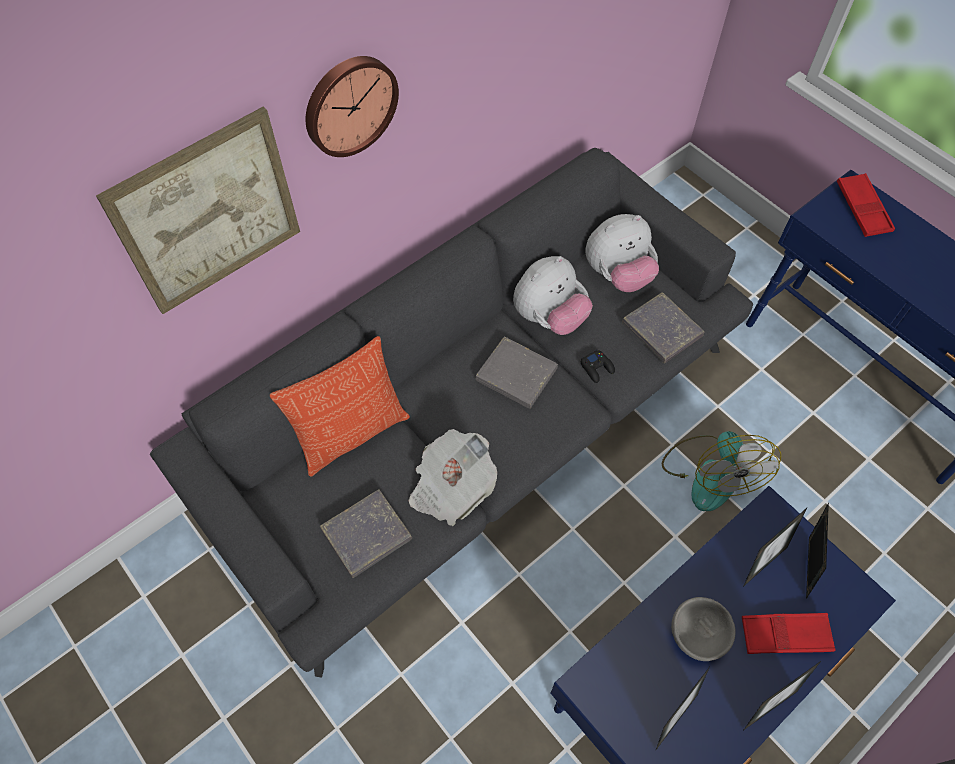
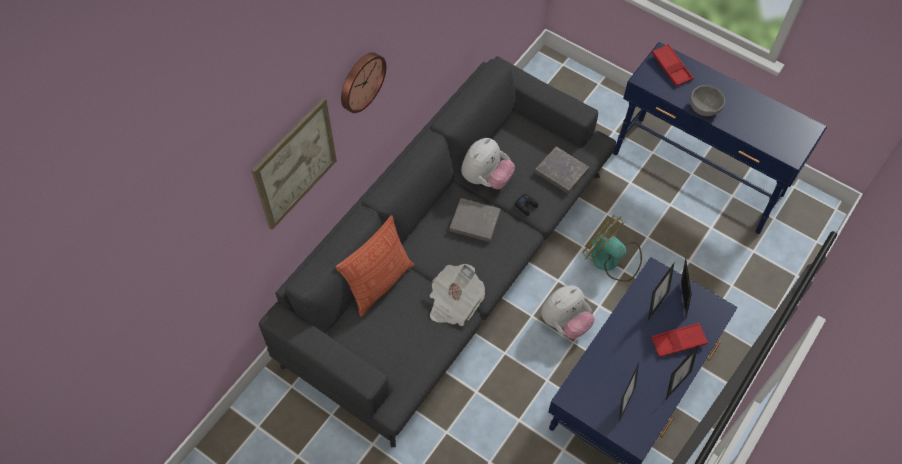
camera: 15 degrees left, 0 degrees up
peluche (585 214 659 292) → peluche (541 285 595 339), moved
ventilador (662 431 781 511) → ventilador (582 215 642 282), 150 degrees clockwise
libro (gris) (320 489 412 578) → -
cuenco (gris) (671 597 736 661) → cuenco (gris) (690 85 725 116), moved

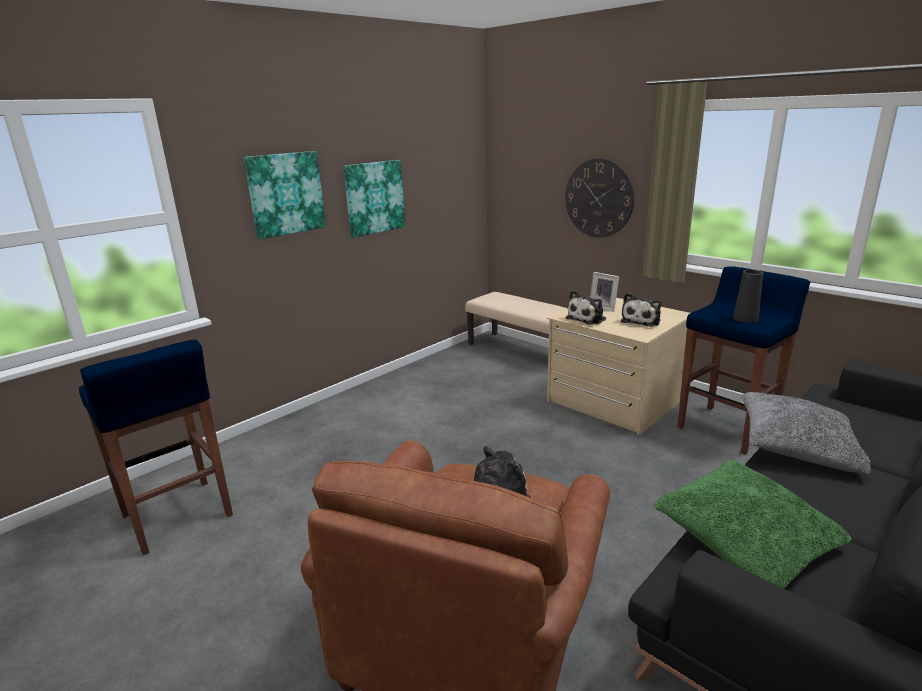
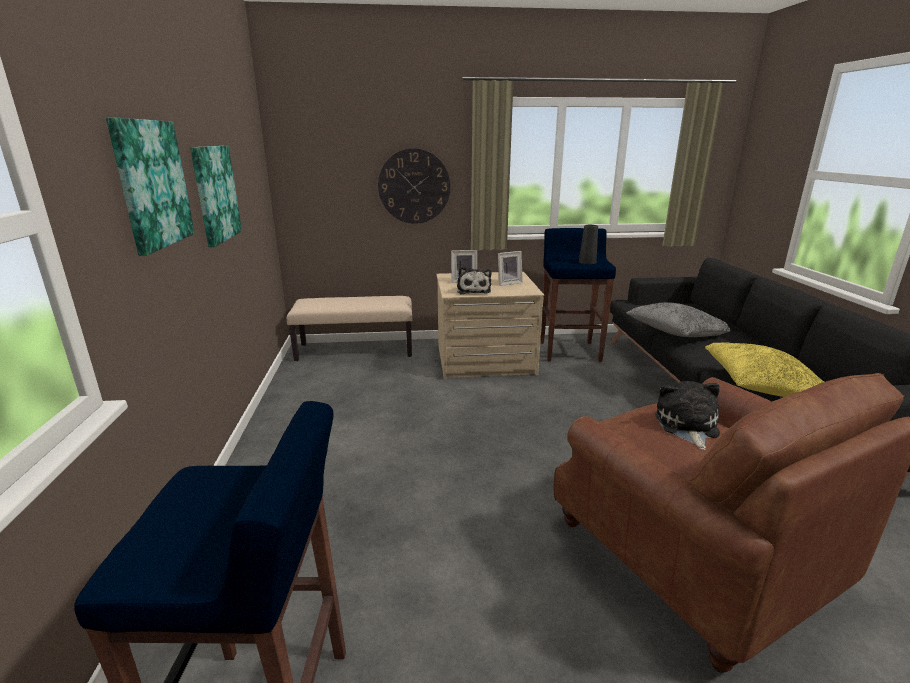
camera: 50 degrees left, 0 degrees up
peluche (621 293 662 327) → portarretratos (498 251 523 286)
cojín (verde) (654 460 852 589) → cojín (amarillo) (705 342 824 397)

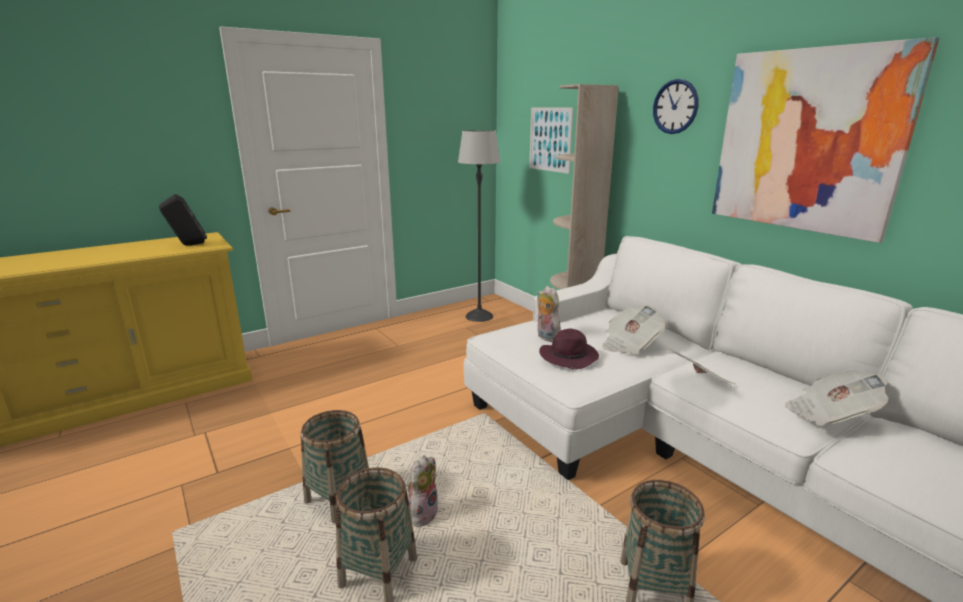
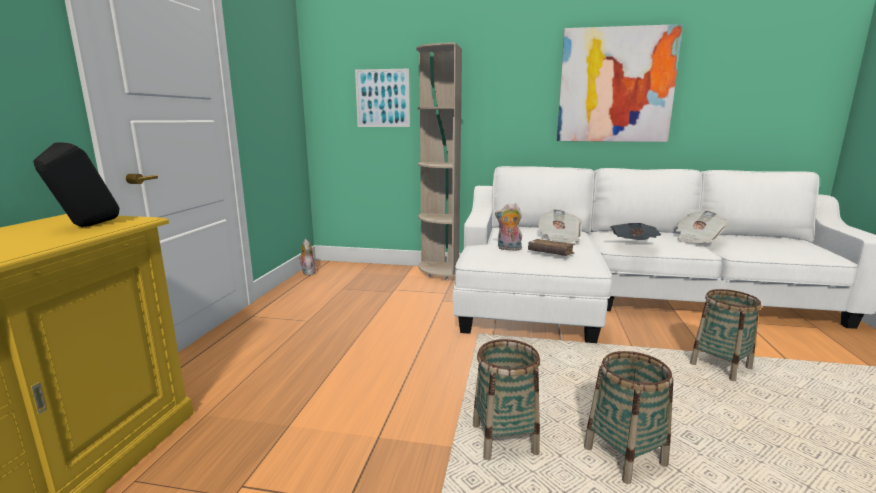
camera: 45 degrees left, 5 degrees down
reloj de pared (653 79 699 134) → -
lámpara de pie (458 130 500 322) → -
sombrero (morado) (539 329 599 369) → libro (marrón) (528 239 575 256)
peluche (407 455 438 527) → peluche (298 239 316 275), moved

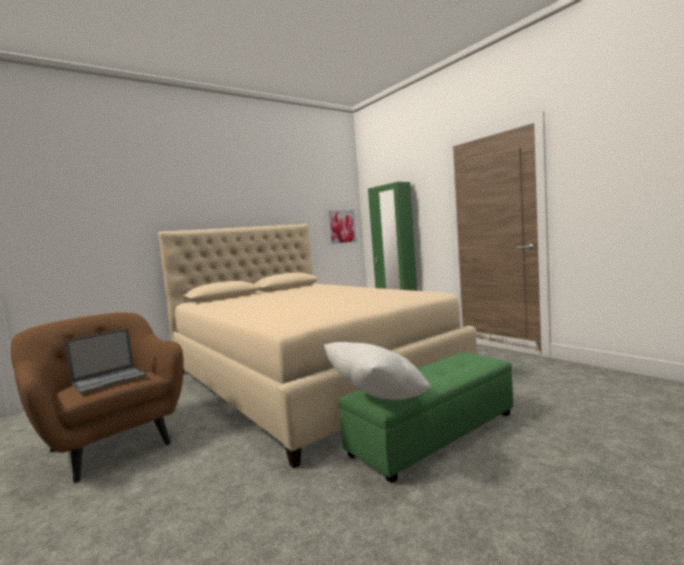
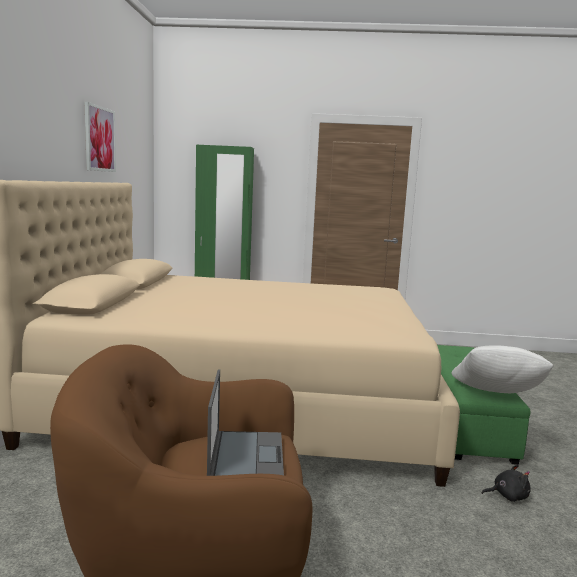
camera: 50 degrees left, 5 degrees up
cuadro (326 209 358 246) → cuadro (85 102 116 172), moved
- → peluche (negro) (482 464 531 502)

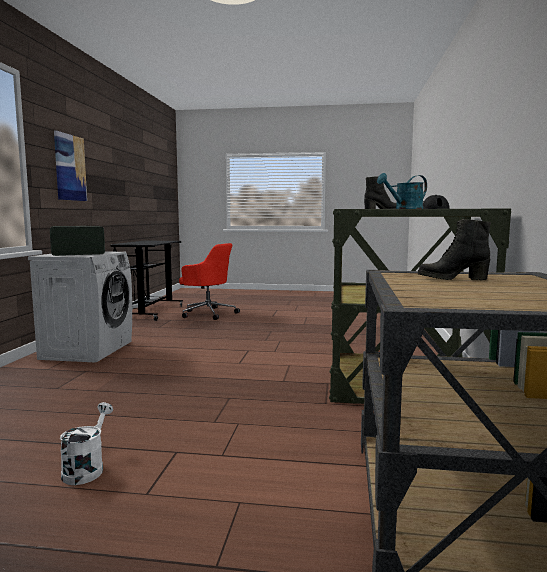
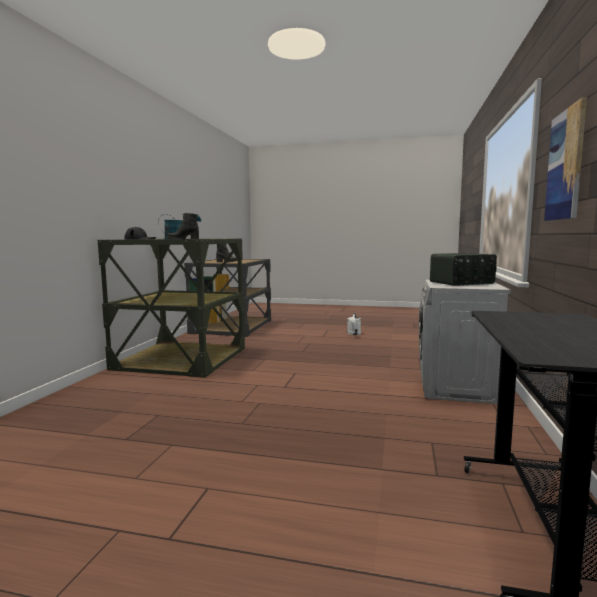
camera: 175 degrees left, 0 degrees up
silla de oficina (rojo) (179 243 240 320) → -

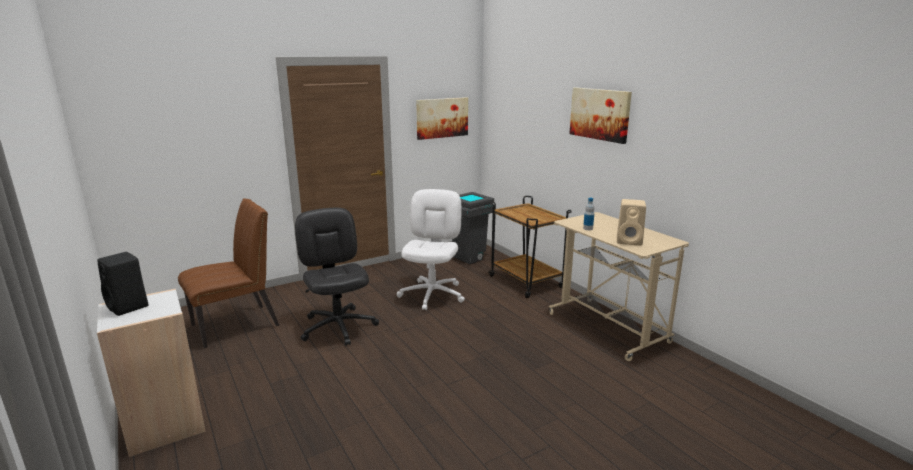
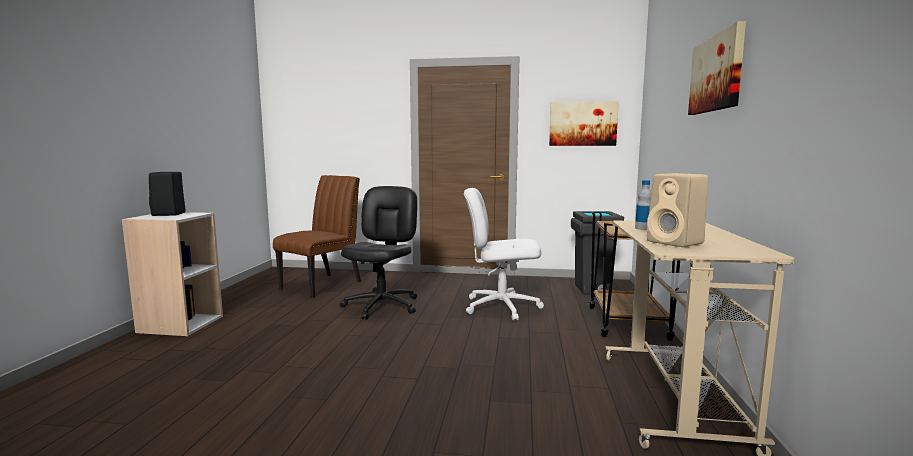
camera: 40 degrees right, 10 degrees down
silla de oficina (blanco) (397 189 465 310) → silla de oficina (blanco) (464 188 544 321), 135 degrees counterclockwise
silla (marrón) (178 198 279 348) → silla (marrón) (273 175 361 298), 60 degrees counterclockwise

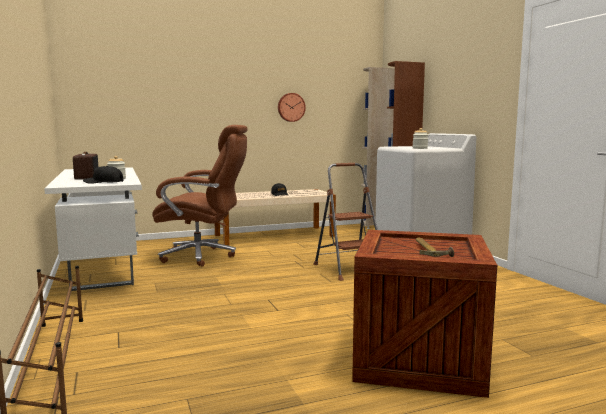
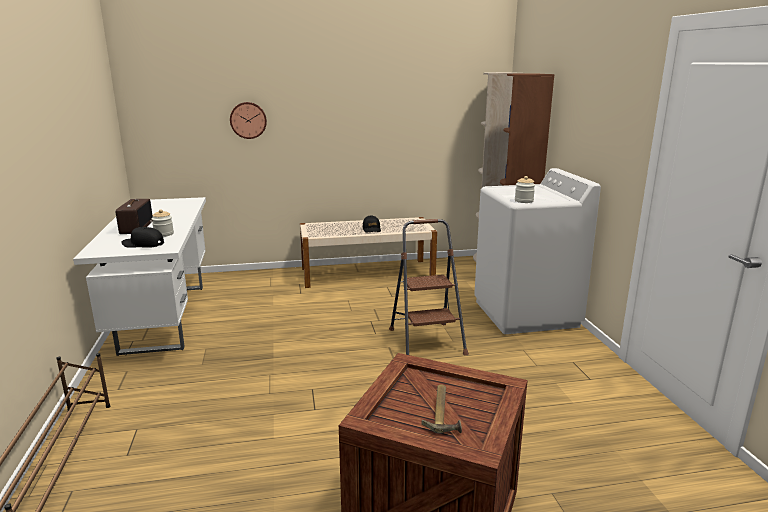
camera: 10 degrees right, 10 degrees up
reloj de pared (278 93 306 122) → reloj de pared (230 102 267 139), moved
silla de oficina (marrón) (152 125 247 267) → -

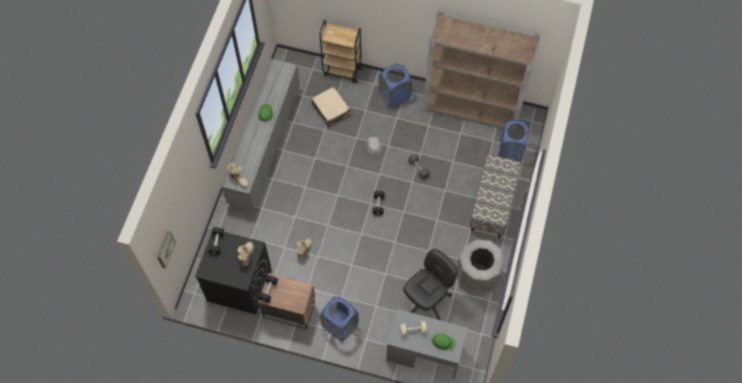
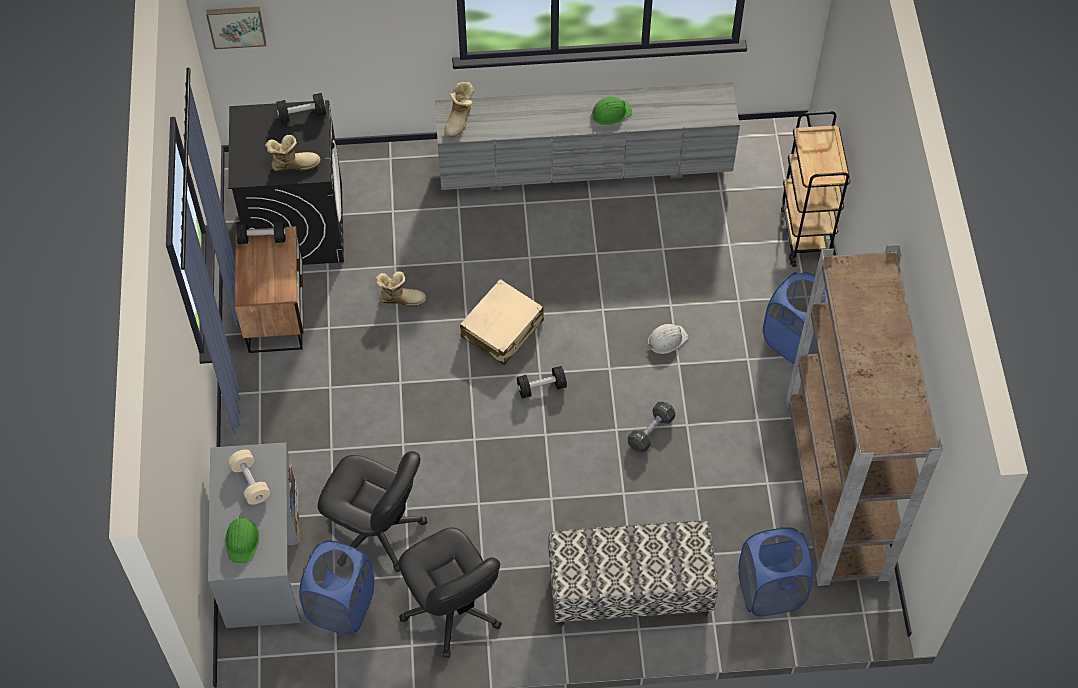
camera: 70 degrees right, 5 degrees down
maleta (beis) (312 86 350 127) → maleta (beis) (460 279 544 365), moved
papelera (gris) (457 239 505 296) → silla de oficina (negro) (398 528 502 657)
cesto de la ropa (azul) (320 297 359 341) → cesto de la ropa (azul) (299 540 375 635), moved

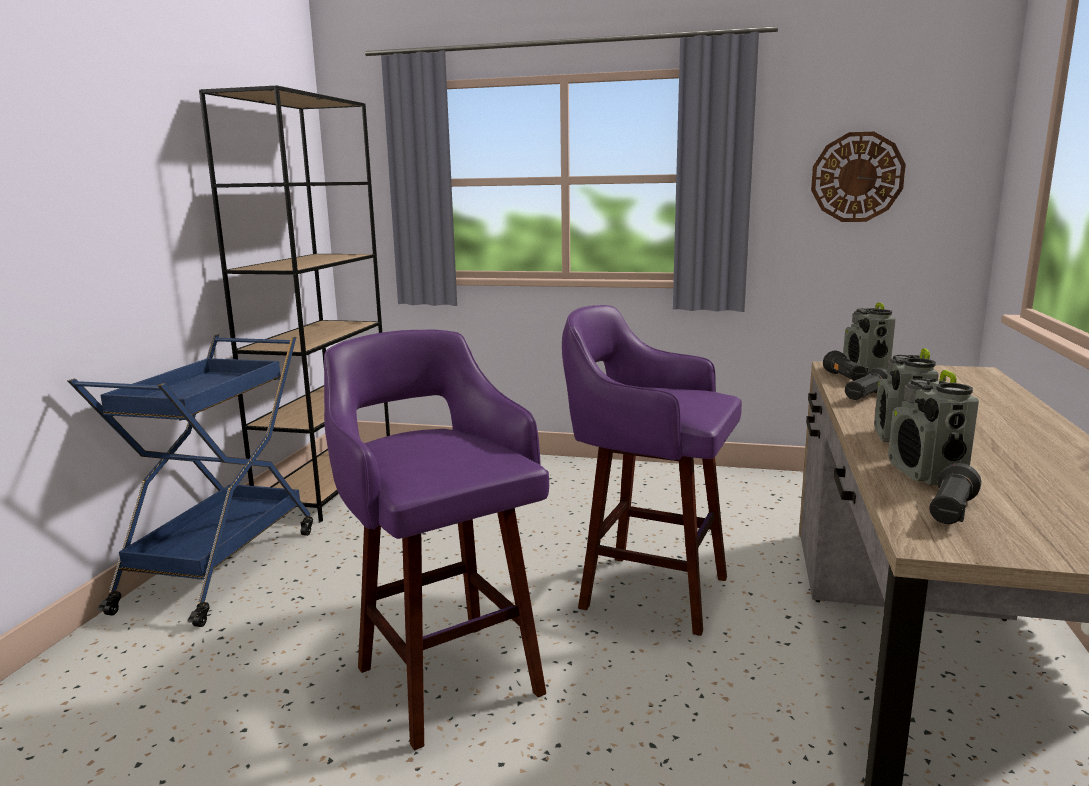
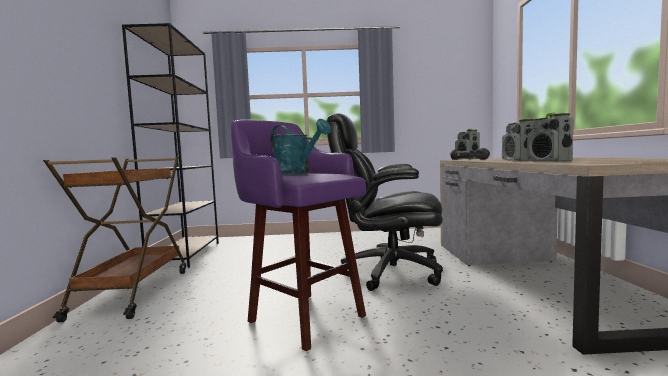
camera: 15 degrees left, 10 degrees down
reloj de pared (811 132 906 222) → -
taburete (morado) (562 305 742 636) → silla de oficina (negro) (327 113 443 291)
carrito (azul) (67 334 313 627) → carrito (marrón) (43 157 186 322)
linterna (negro) (929 463 981 524) → -
- → regadera (turquesa) (270 119 331 175)

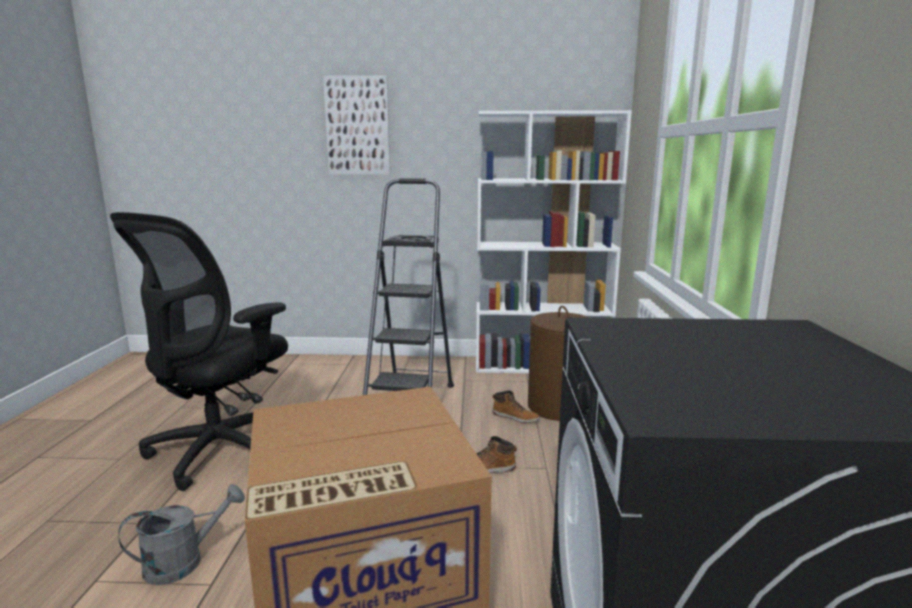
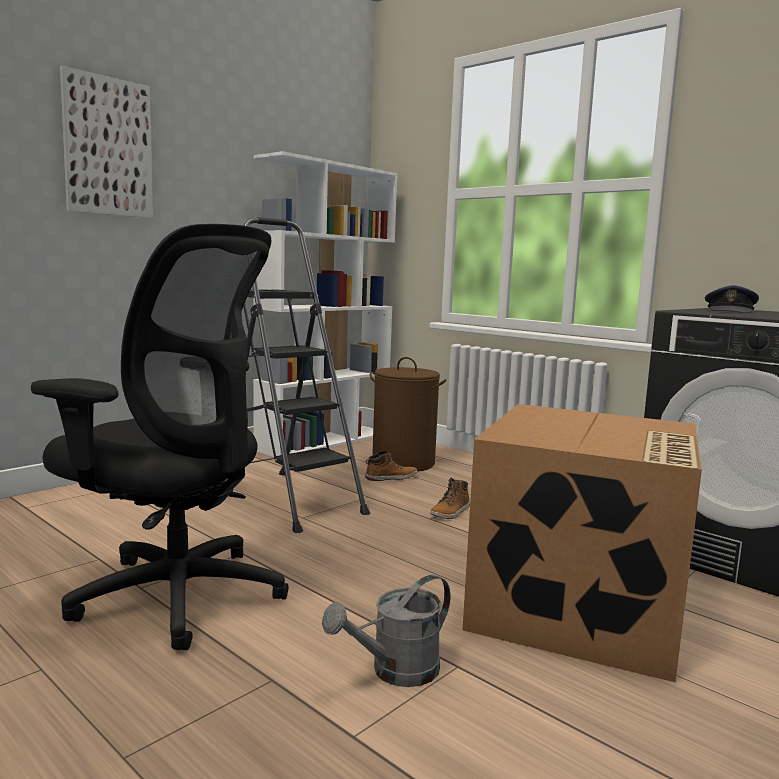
camera: 50 degrees left, 5 degrees down
silla de oficina (negro) (110 212 288 491) → silla de oficina (negro) (31 224 289 650), 45 degrees counterclockwise
regadera (gris) (118 484 245 585) → regadera (gris) (322 574 450 687), 135 degrees counterclockwise
- → gorra (gris) (705 285 759 313)

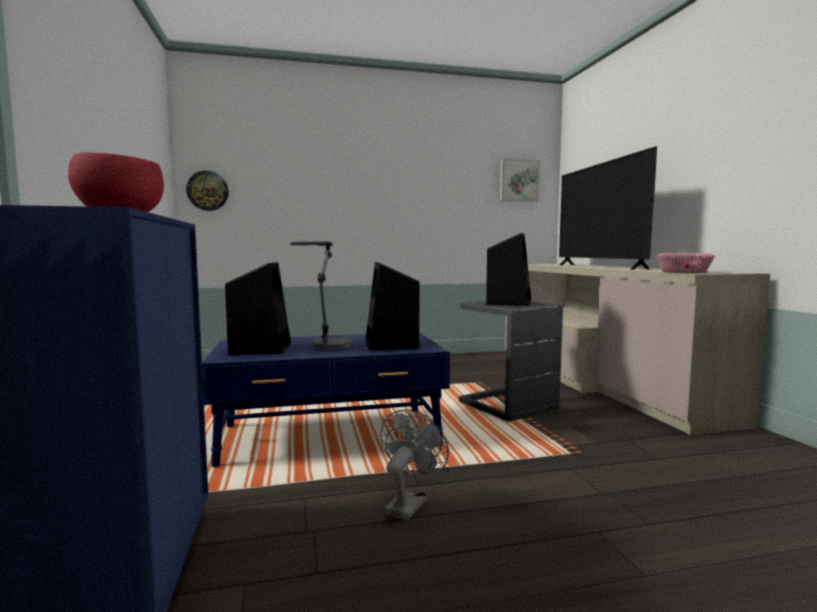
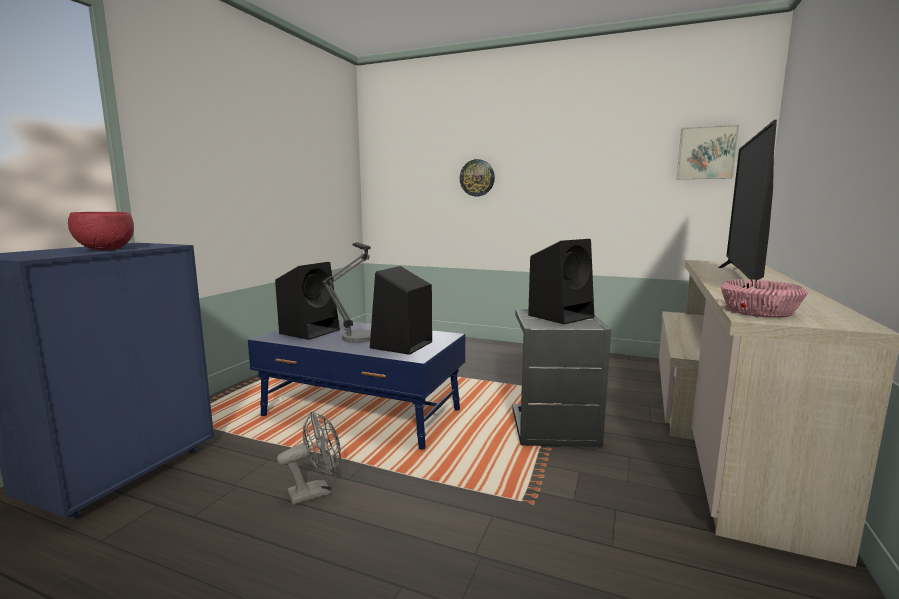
camera: 35 degrees right, 5 degrees up
reloj de pared (186 171 229 211) → reloj de pared (460 159 495 196), moved

